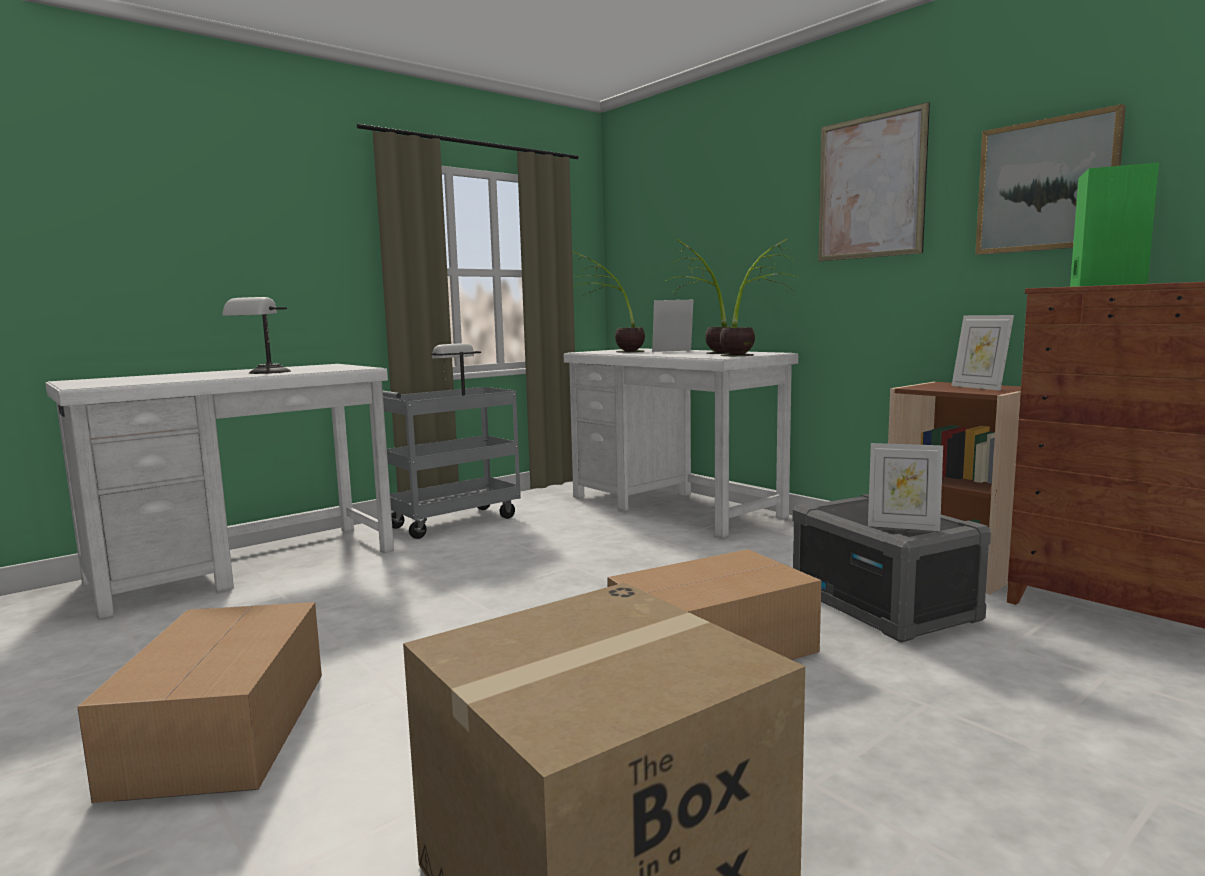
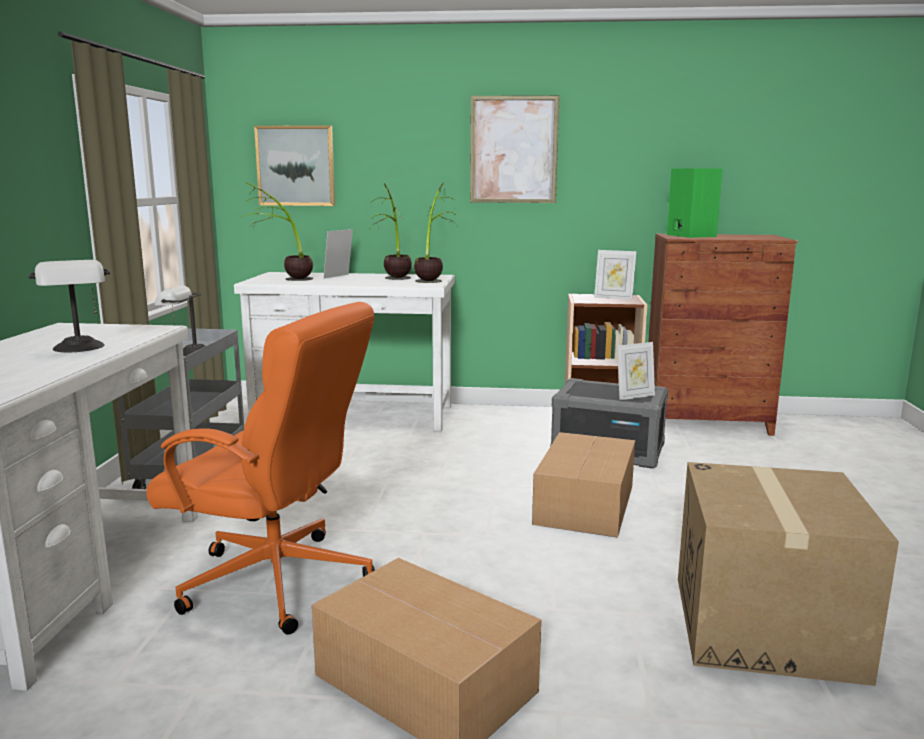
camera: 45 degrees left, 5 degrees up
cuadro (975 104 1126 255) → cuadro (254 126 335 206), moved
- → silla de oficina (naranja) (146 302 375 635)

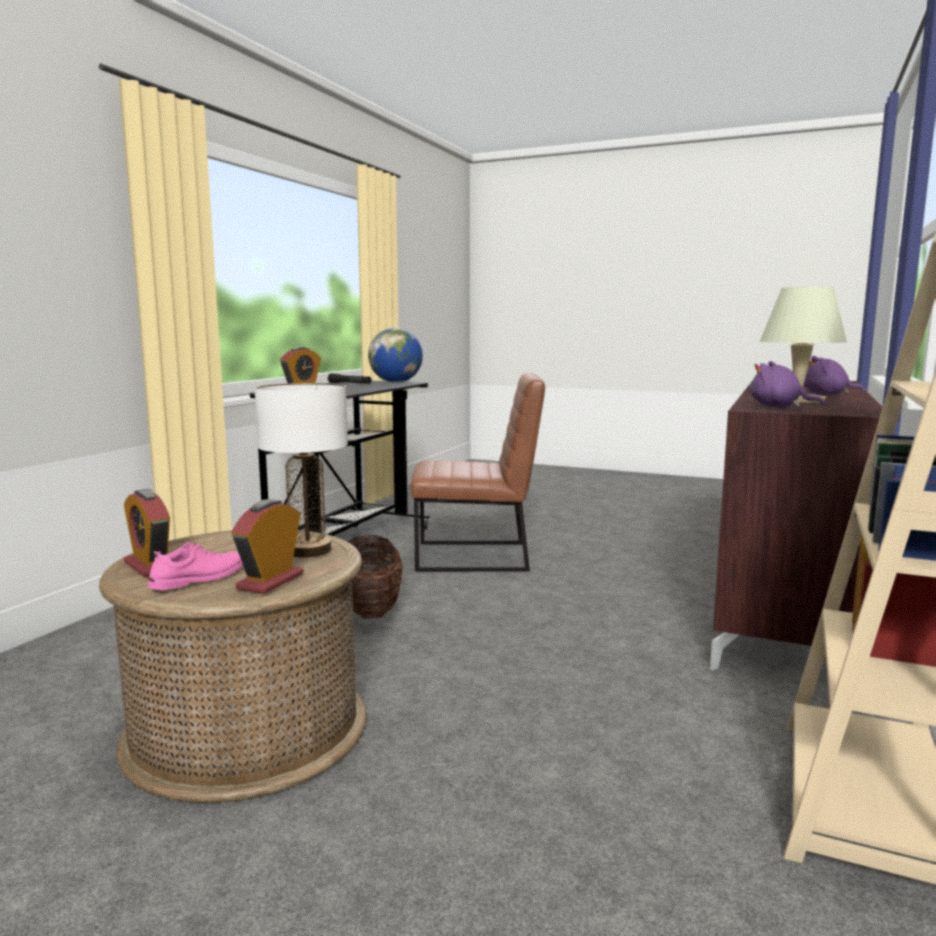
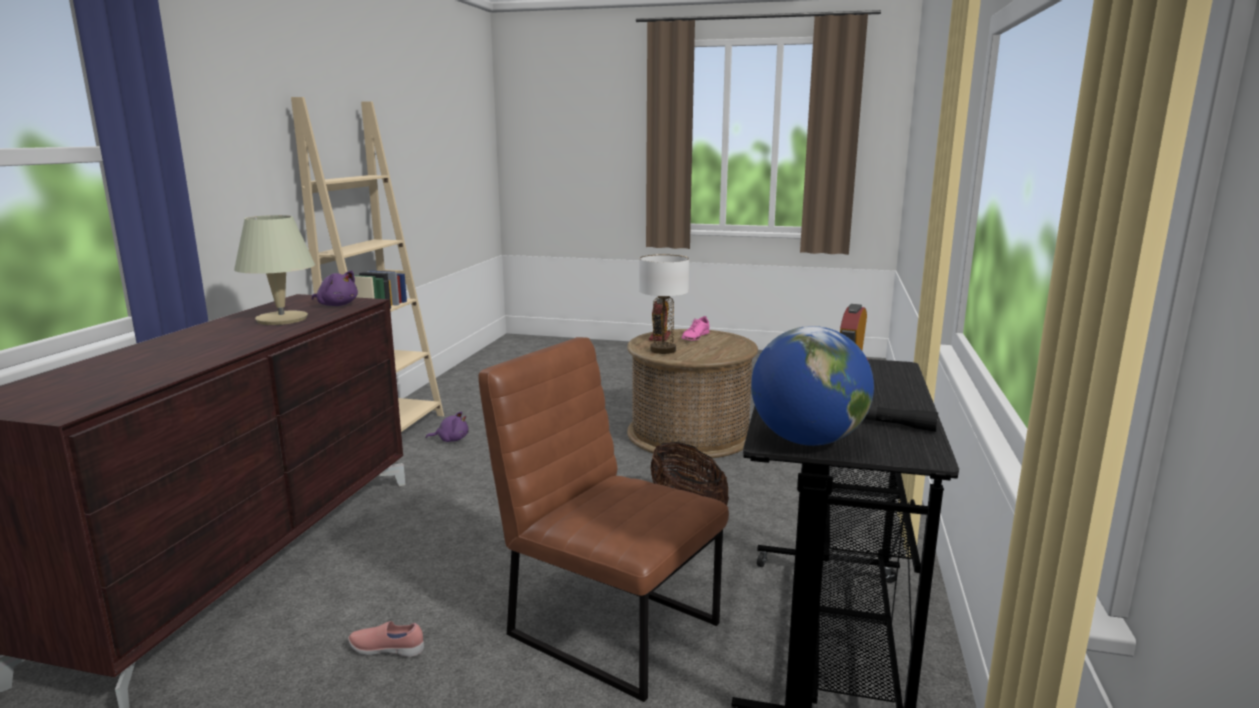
camera: 170 degrees right, 5 degrees up
peluche (morado) (804 356 865 395) → peluche (morado) (426 411 469 442), moved
silla (marrón) (411 372 545 572) → silla (marrón) (478 337 729 702), 45 degrees clockwise
despertador (124 489 170 577) → -
- → zapato (rosa) (348 621 424 657)

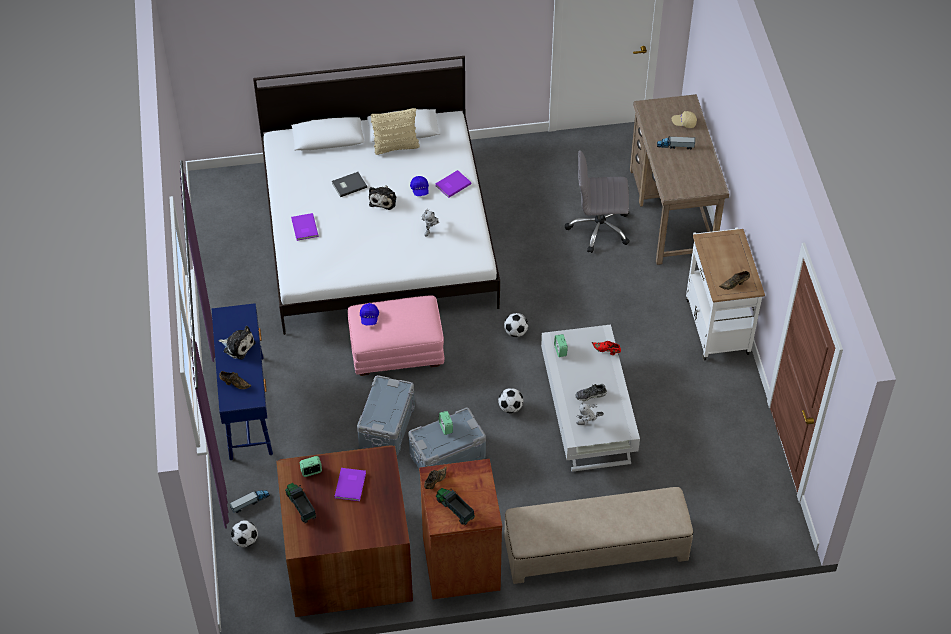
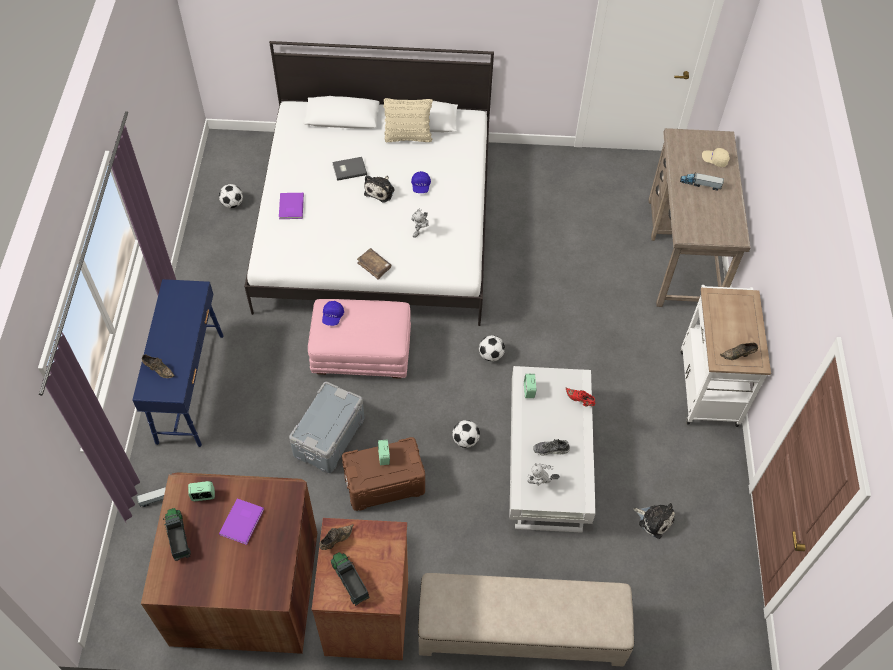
camera: 10 degrees right, 5 degrees up
silla de oficina (gris) (565 150 630 253) → -
libro (morado) (435 170 471 198) → -
peluche (218 326 256 360) → peluche (633 503 675 539), moved
caja de almacenaje (gris) (408 408 486 468) → caja de almacenaje (marrón) (342 437 425 511)
balón de fútbol (231 521 258 547) → balón de fútbol (219 184 243 208), moved
- → libro (marrón) (357 248 391 280)

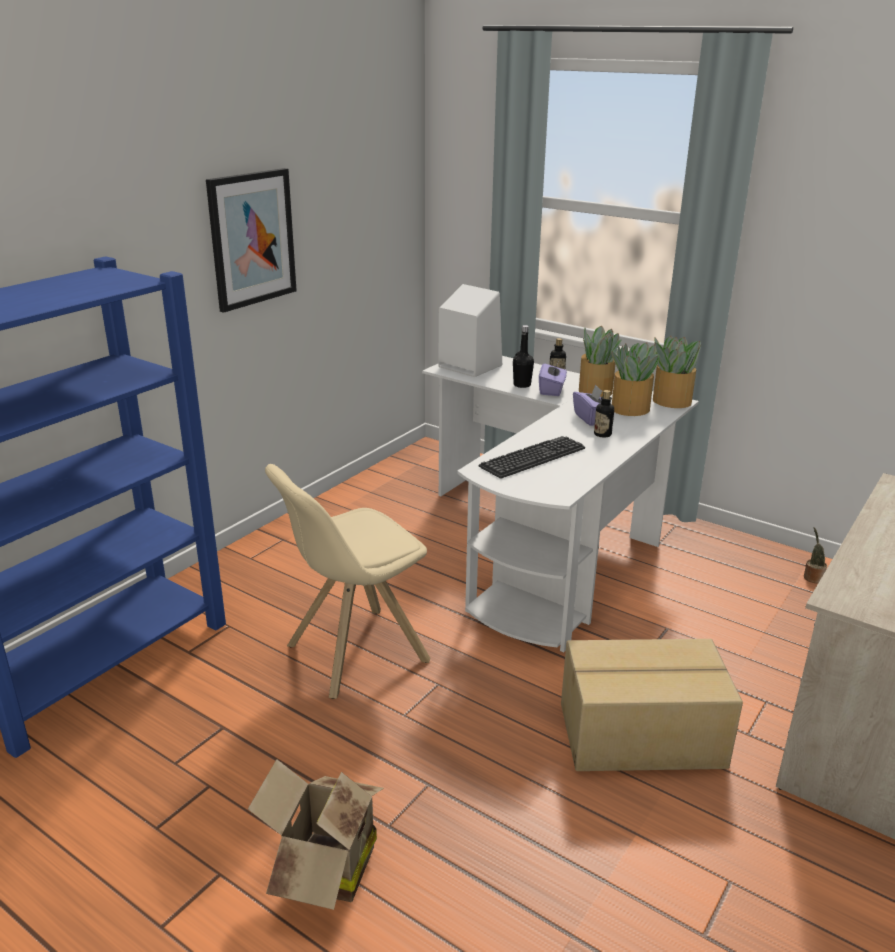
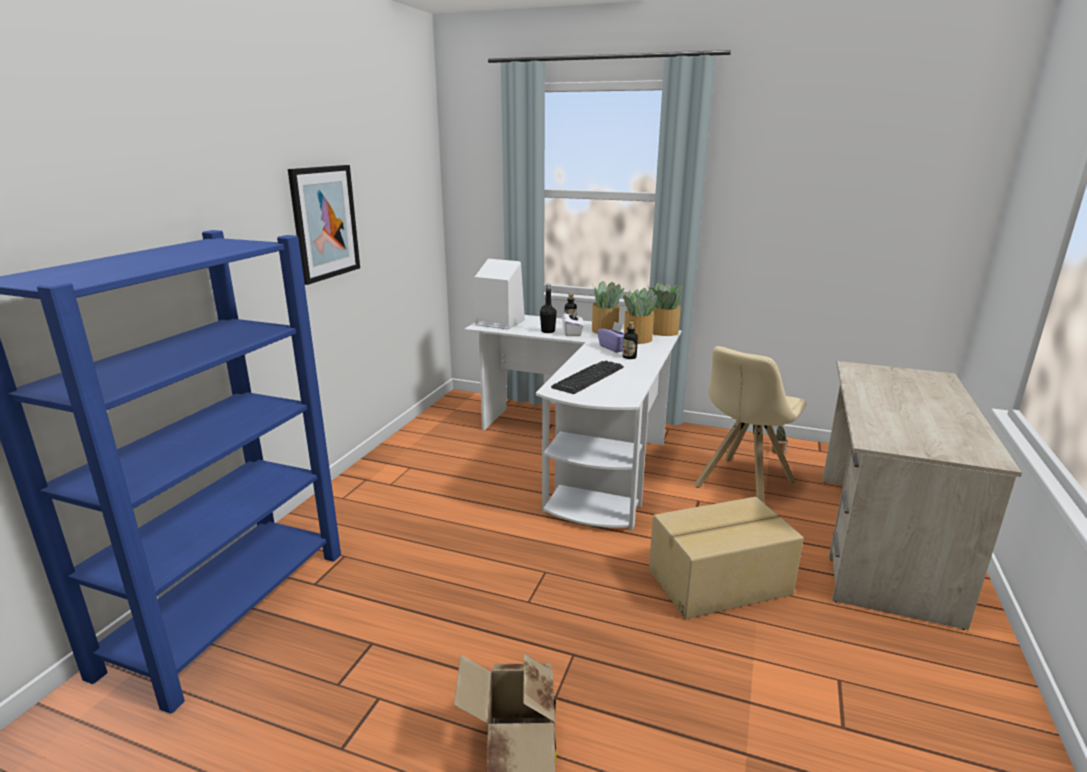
camera: 15 degrees left, 5 degrees down
caja de pañuelos (morado) (539 363 567 396) → caja de pañuelos (blanco) (562 310 584 336)
silla (beis) (265 464 430 699) → silla (beis) (694 346 806 503), moved

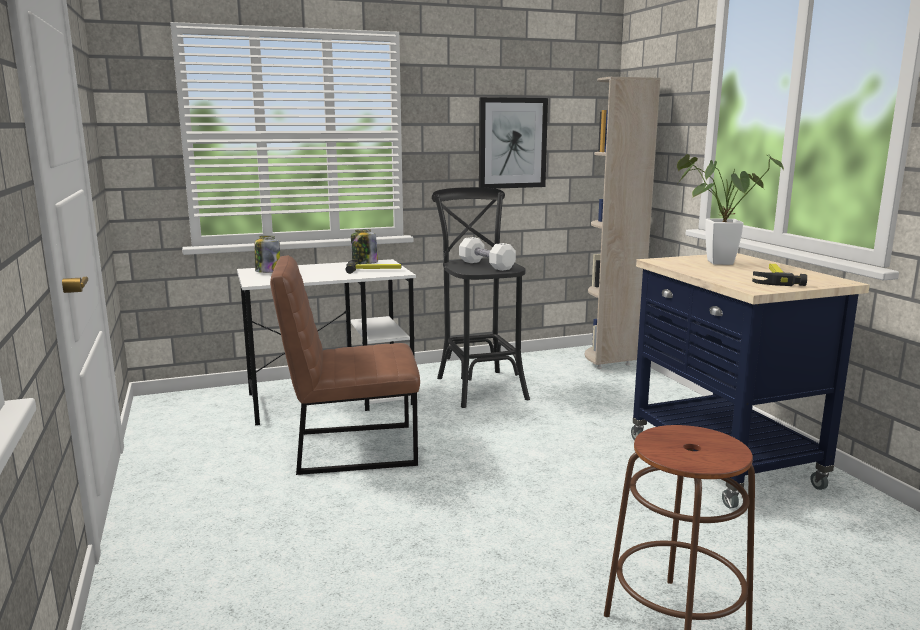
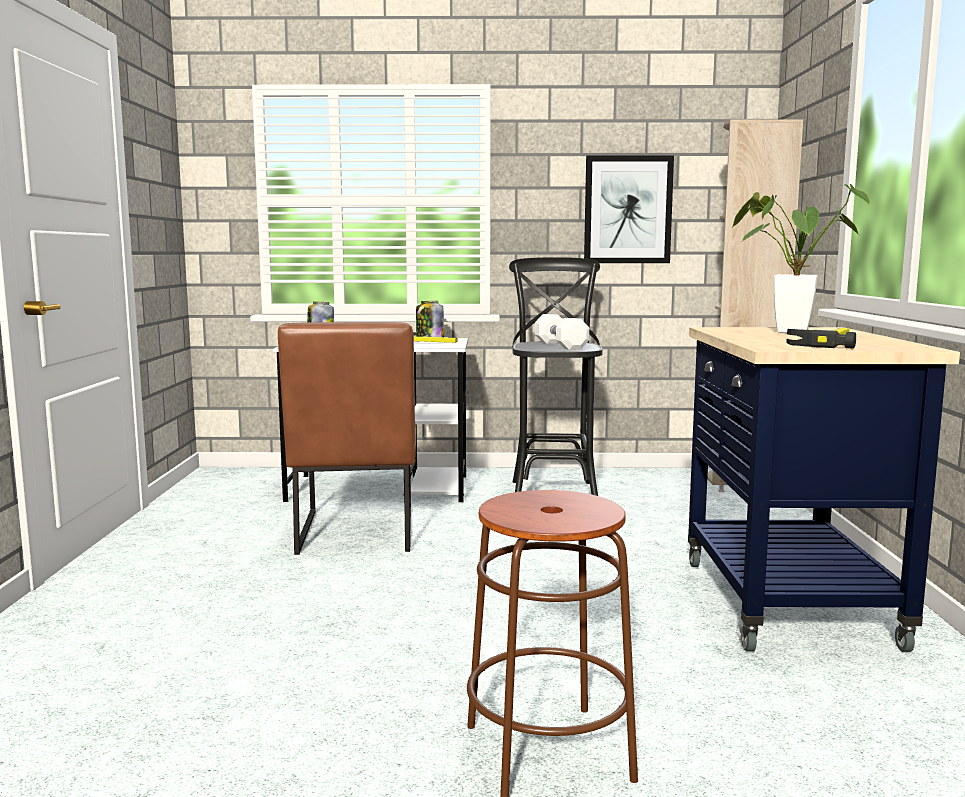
camera: 20 degrees right, 5 degrees down
silla (marrón) (270 255 420 475) → silla (marrón) (278 322 416 555), 105 degrees counterclockwise

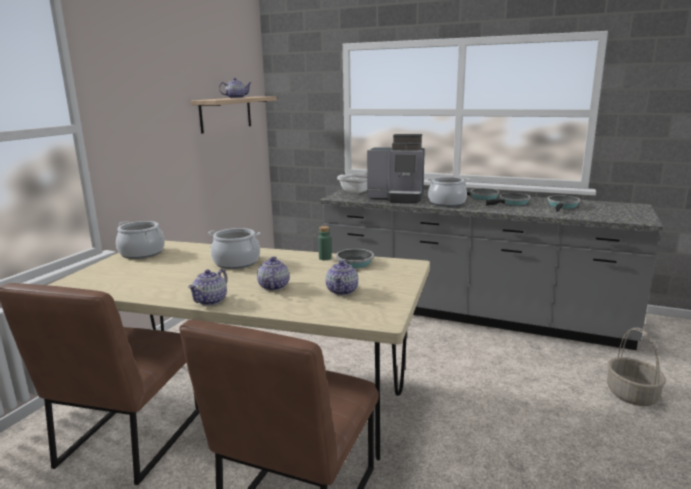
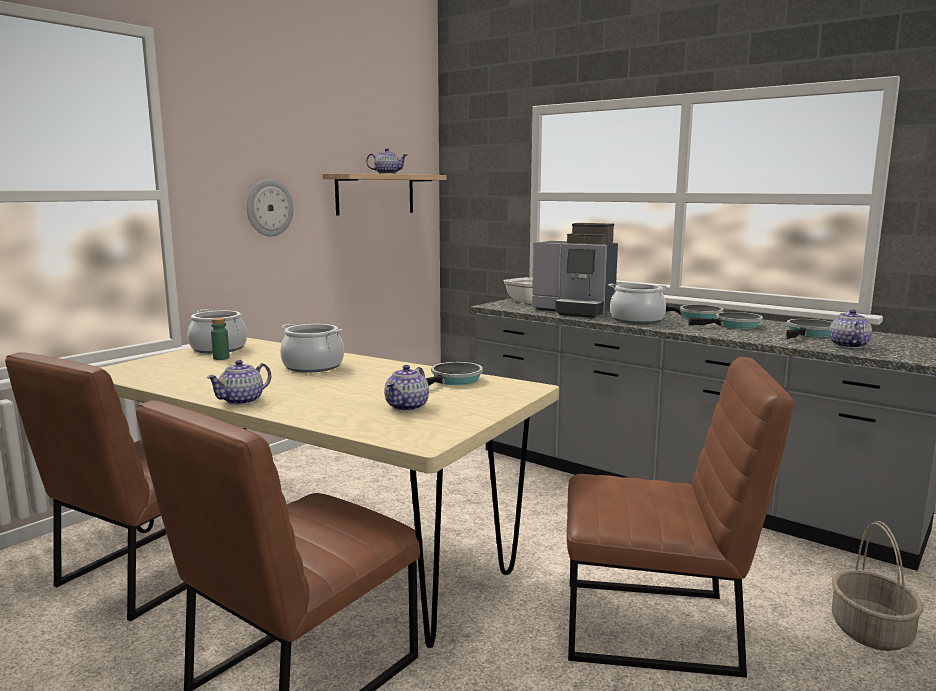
camera: 15 degrees right, 5 degrees down
botella (verde) (318 226 331 260) → botella (verde) (211 318 230 360), moved
tetera (257 256 289 291) → tetera (829 309 872 348), moved
- → reloj de pared (247 180 294 236)
- → silla (marrón) (567 357 794 678)

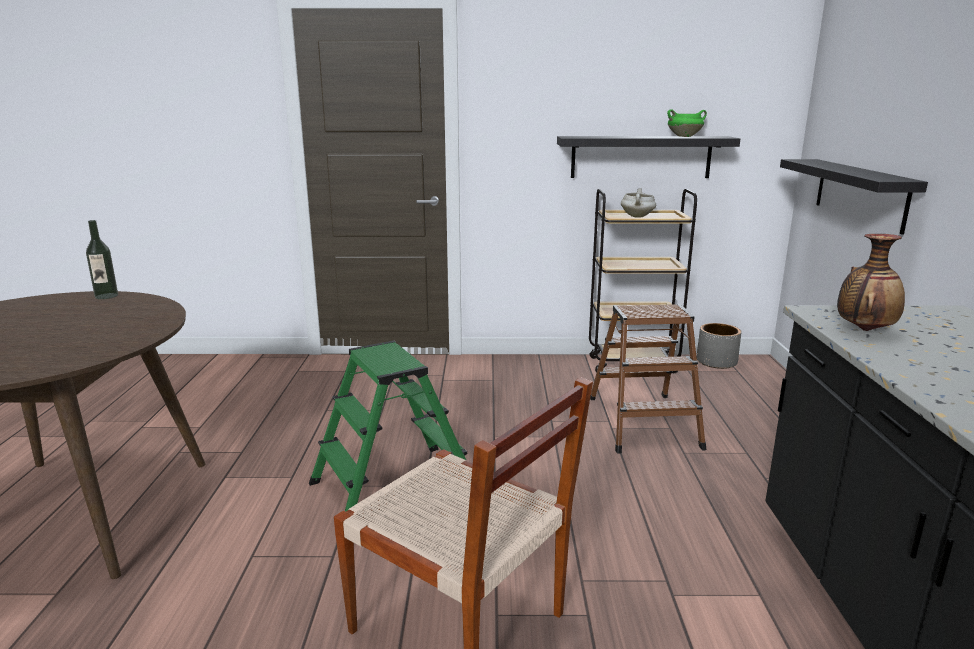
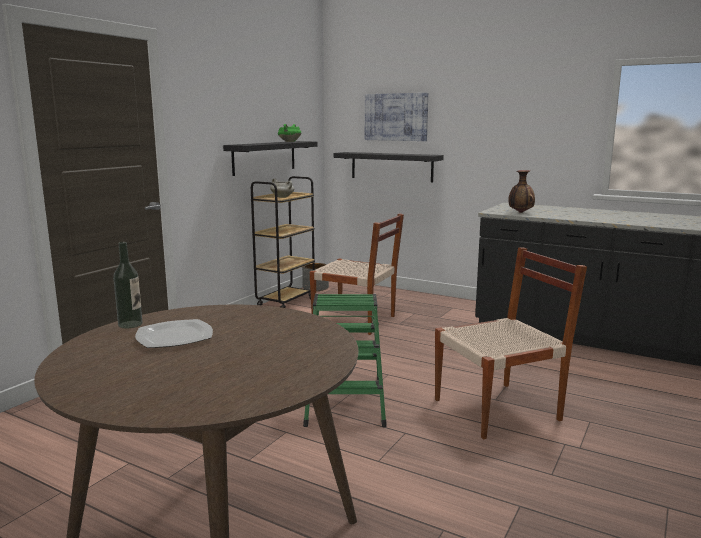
camera: 60 degrees left, 5 degrees down
escalera de tijera (marrón) (590 304 706 454) → silla (310 213 404 335)
- → cuadro (365 93 428 141)
- → plato (135 319 213 348)

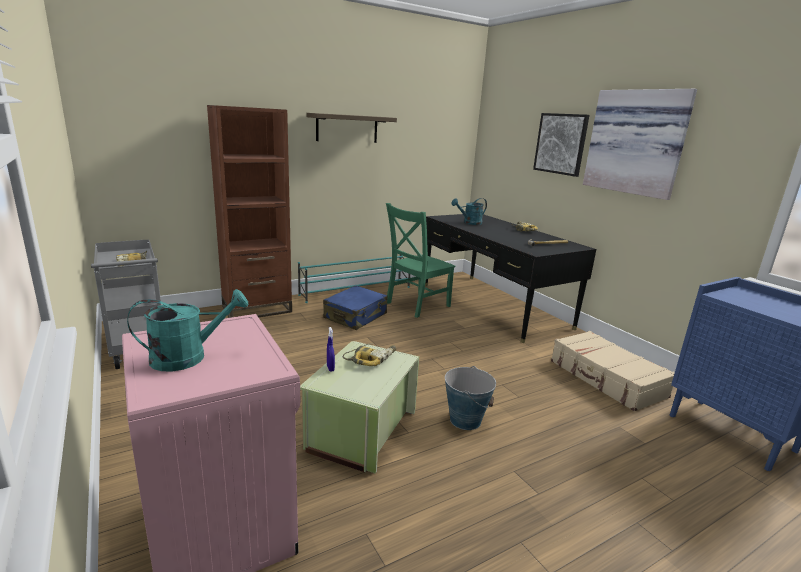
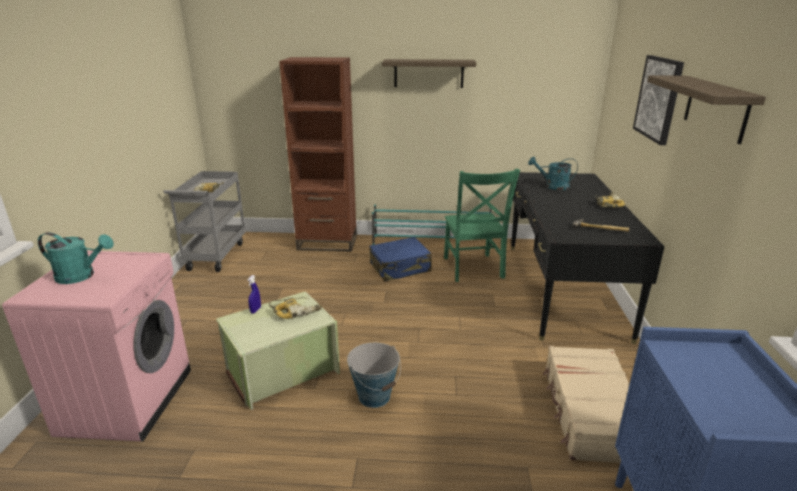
camera: 35 degrees right, 5 degrees up
cuadro (583 89 697 200) → estante (647 75 766 144)
silla (verde) (386 203 455 318) → silla (verde) (444 169 520 282), 90 degrees counterclockwise

